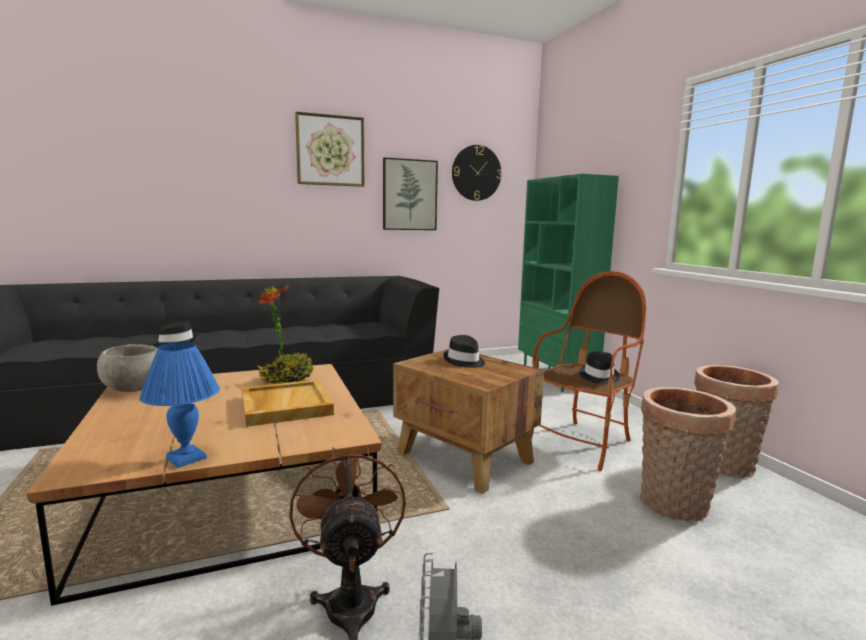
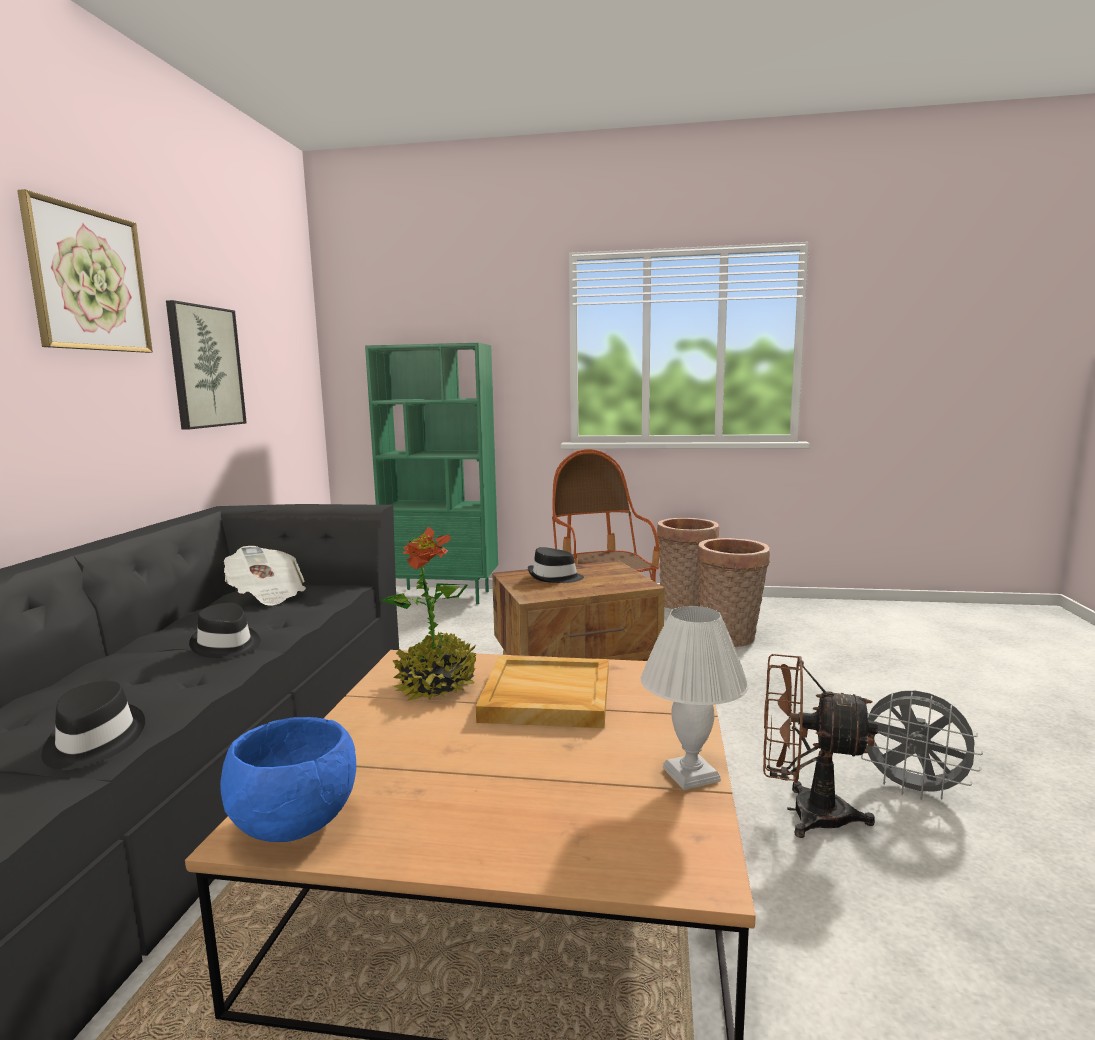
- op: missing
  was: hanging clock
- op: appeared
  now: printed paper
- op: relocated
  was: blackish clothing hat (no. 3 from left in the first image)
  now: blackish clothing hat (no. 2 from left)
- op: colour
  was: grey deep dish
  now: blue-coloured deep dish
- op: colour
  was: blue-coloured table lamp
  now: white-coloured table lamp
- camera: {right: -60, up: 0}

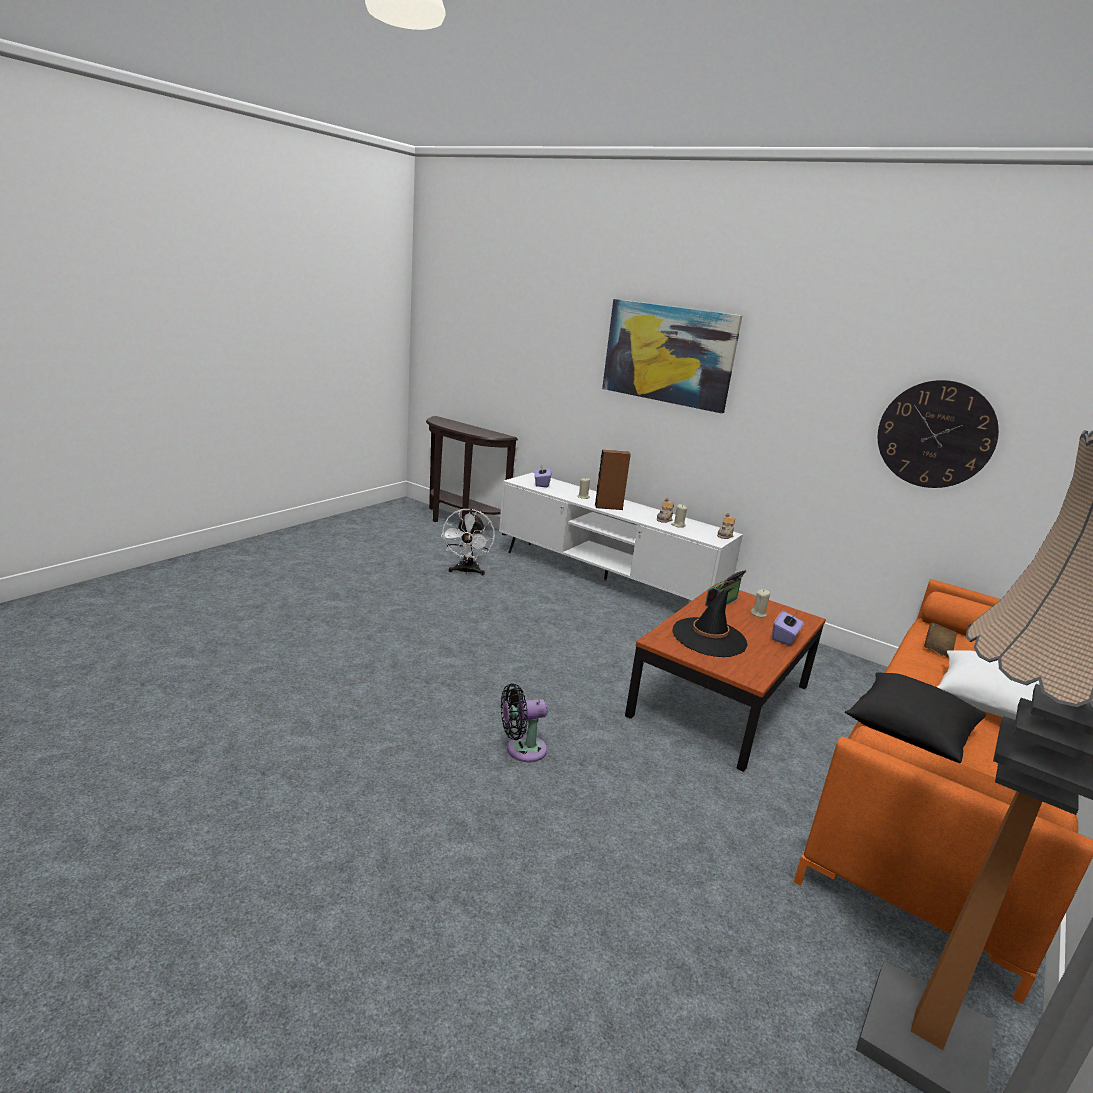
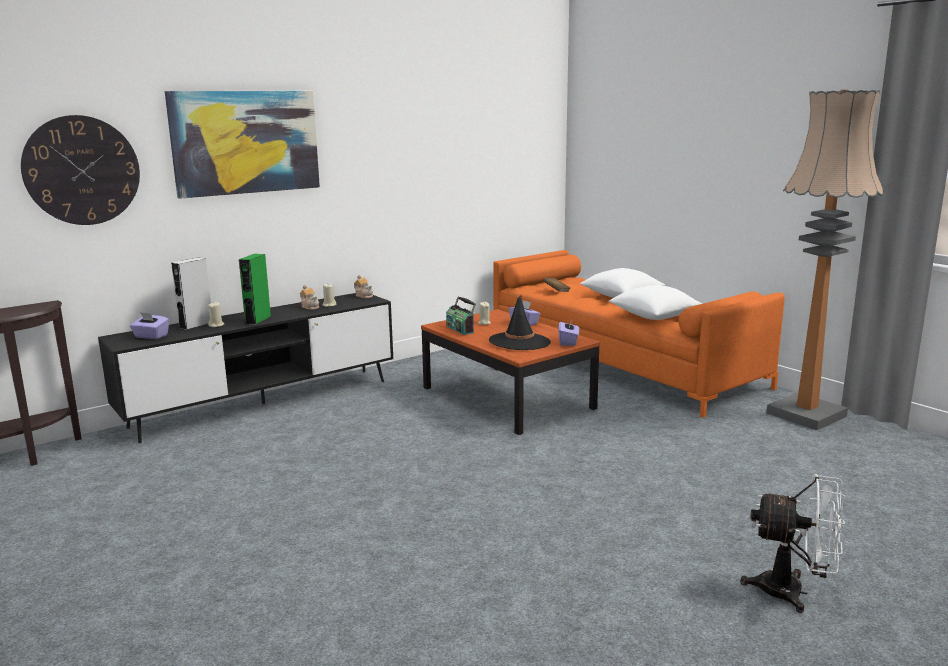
- op: missing
  was: blackish fan
- op: appeared
  now: grey audio speaker
- op: appeared
  now: purple-coloured box of tissues (no. 3 from left)
- op: relocated
  was: white-coloured fan
- op: relocated
  was: hanging clock
- op: colour
  was: white-coloured media console
  now: blackish media console
- op: colour
  was: brownish audio speaker
  now: green audio speaker
- op: colour
  was: blackish pillow
  now: white-coloured pillow (no. 2 from left)
- camera: {right: -70, up: -5}

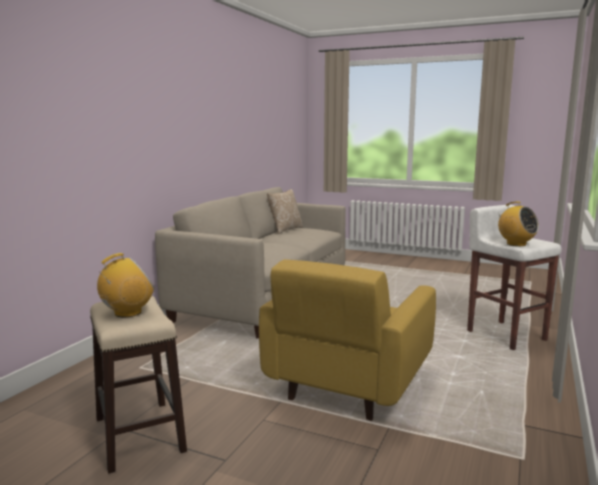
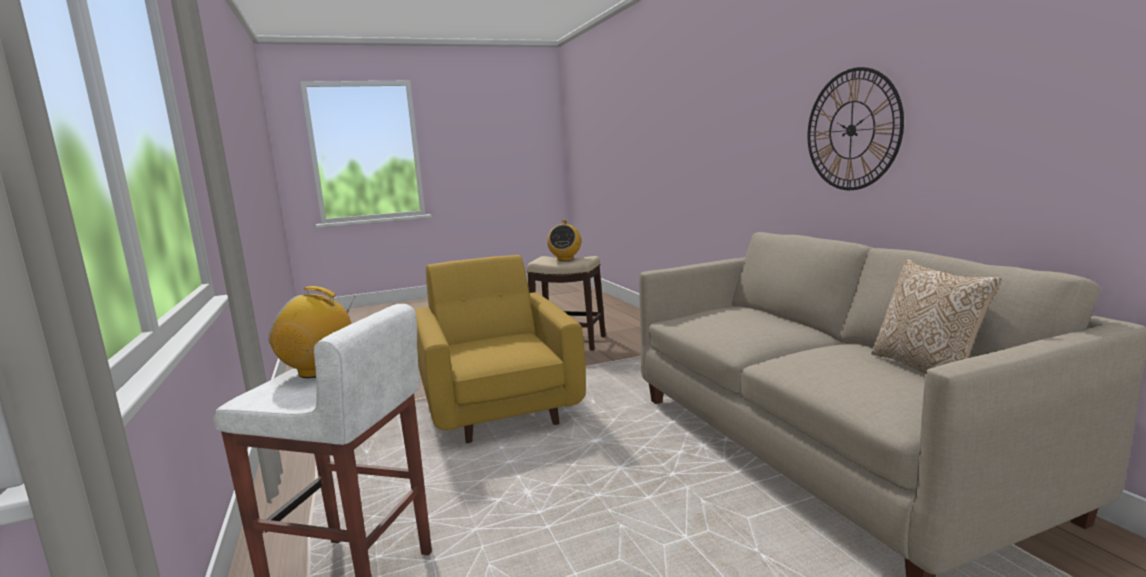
- op: appeared
  now: hanging clock
- camera: {right: 135, up: 0}

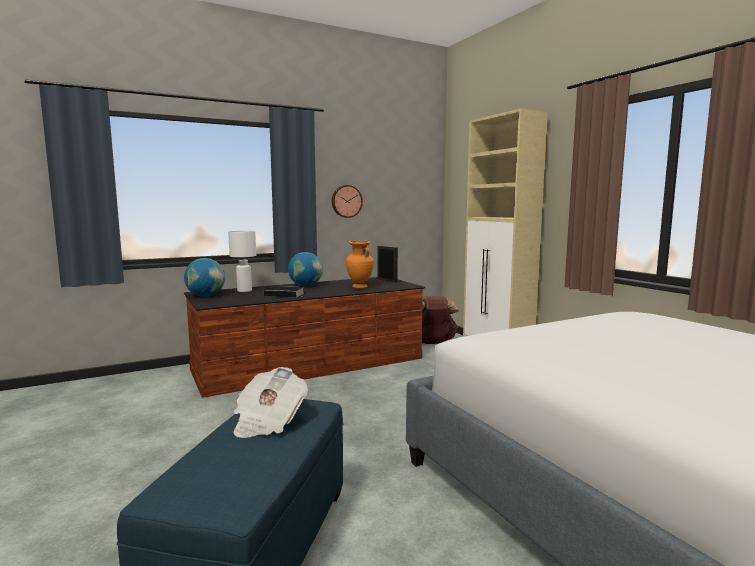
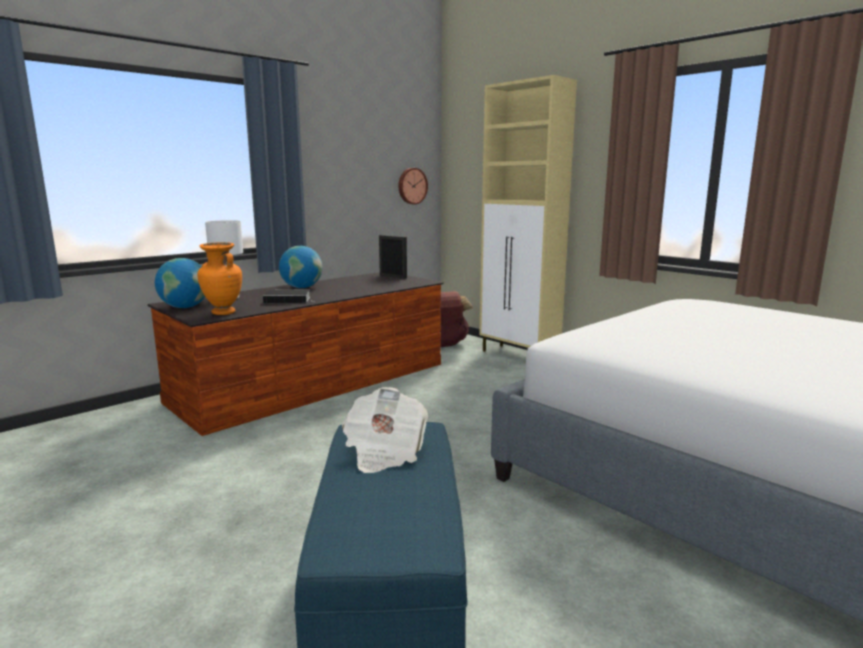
- op: relocated
  was: hanging clock
- op: relocated
  was: orange-coloured vase
- camera: {right: -15, up: 5}

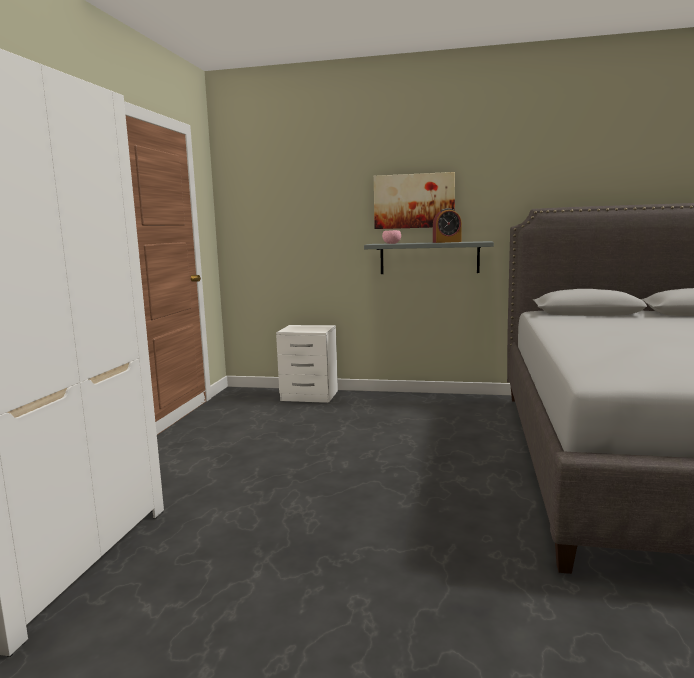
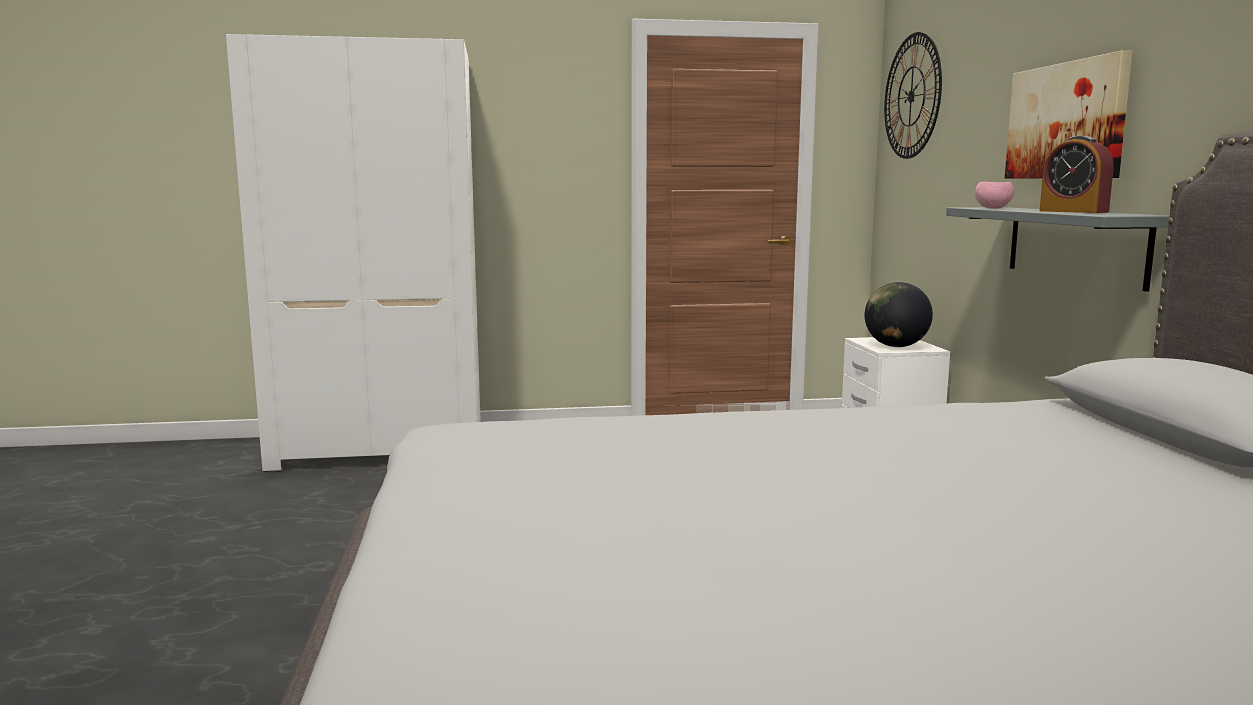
- op: appeared
  now: globe
- op: appeared
  now: hanging clock
- camera: {right: 70, up: 0}

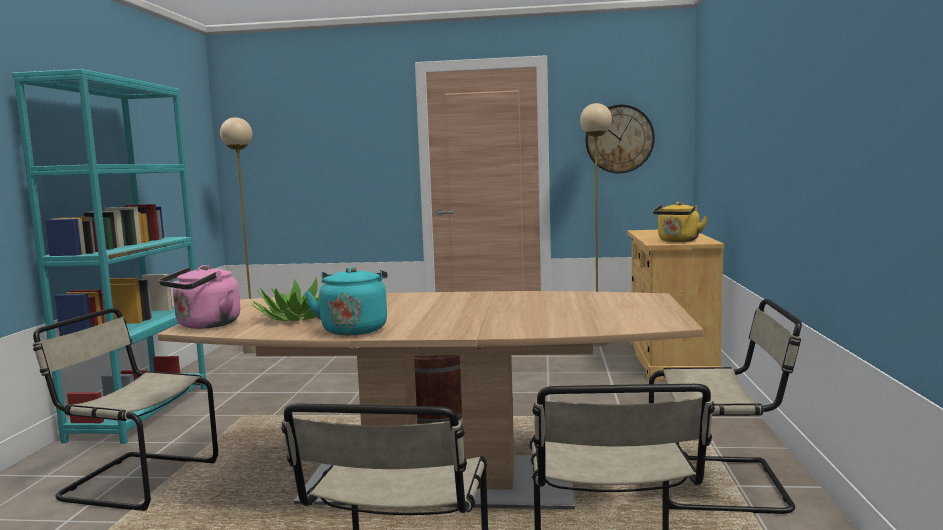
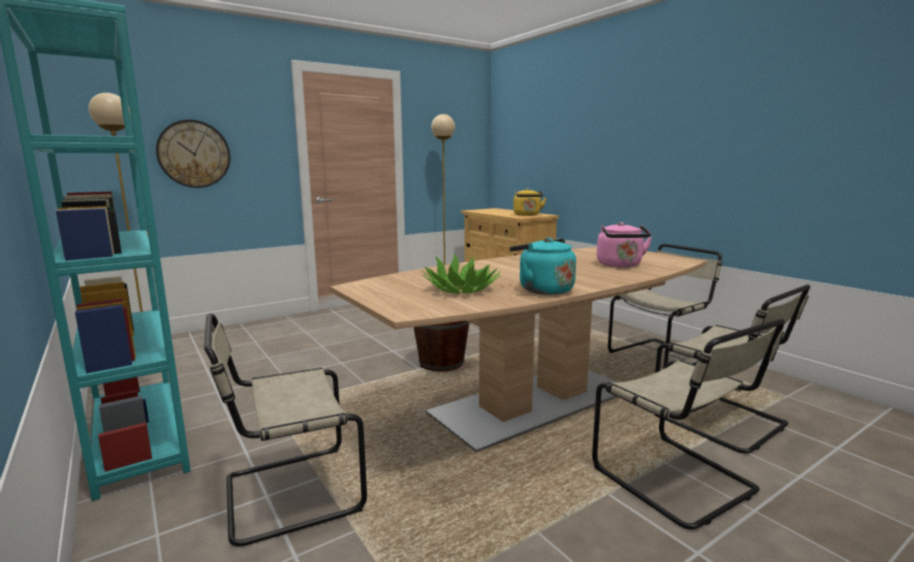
- op: relocated
  was: pinkish tea kettle
- op: relocated
  was: hanging clock
- camera: {right: -40, up: 5}

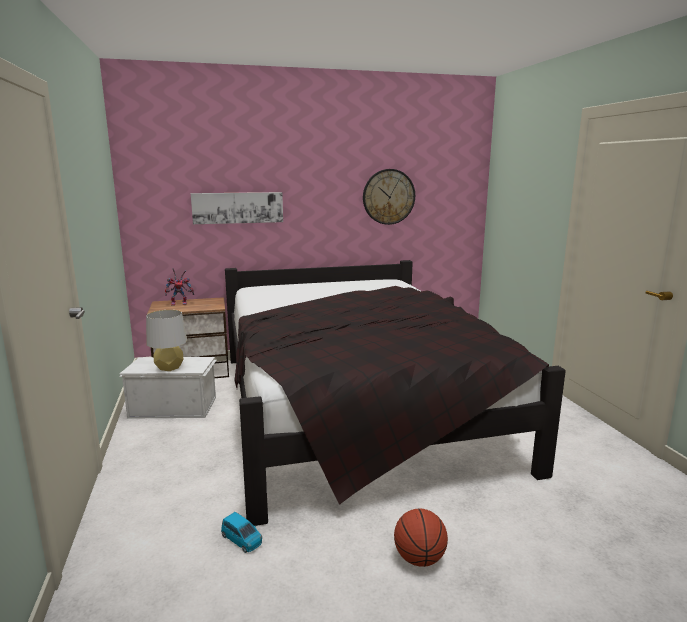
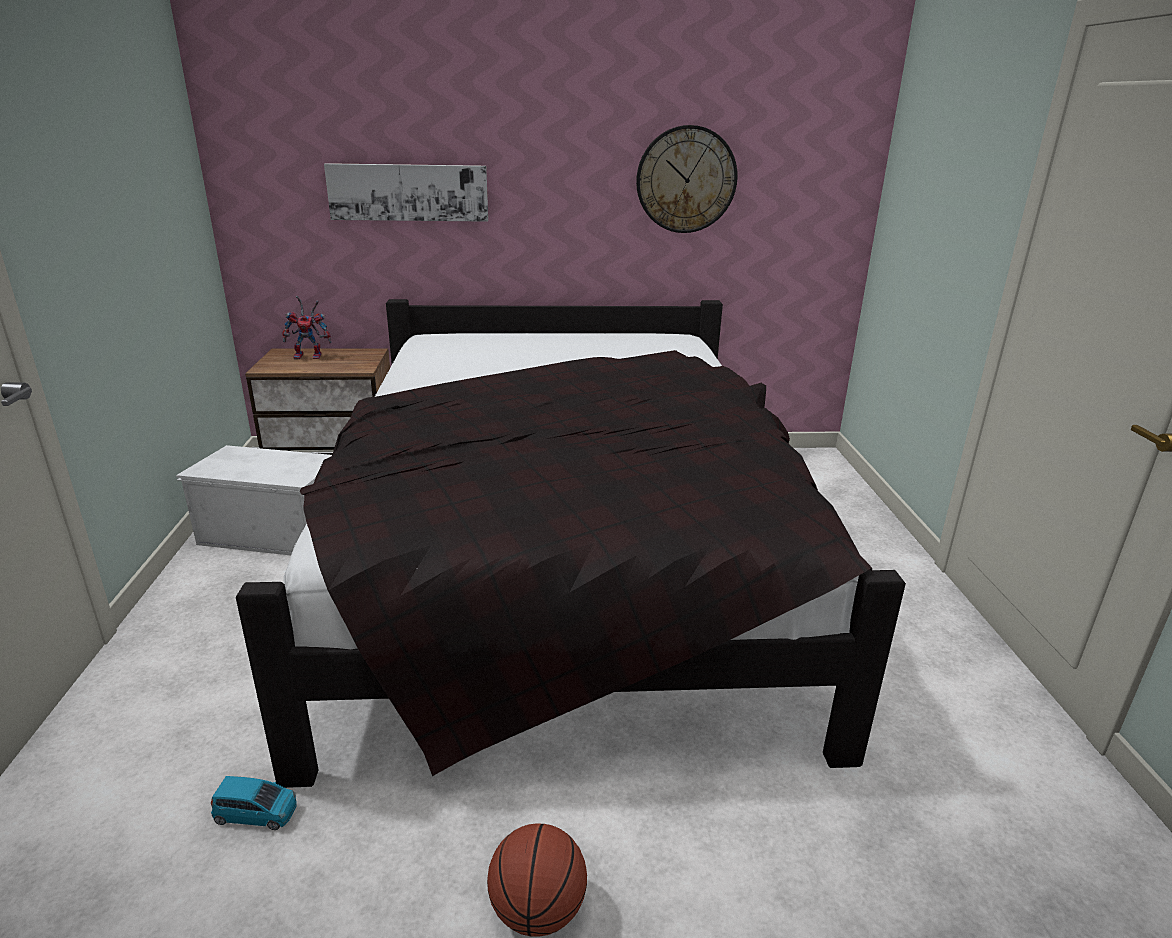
- op: missing
  was: grey table lamp
- op: spun
  was: blue-coloured miniature car
  clockwise: -45
- camera: {right: 10, up: 10}

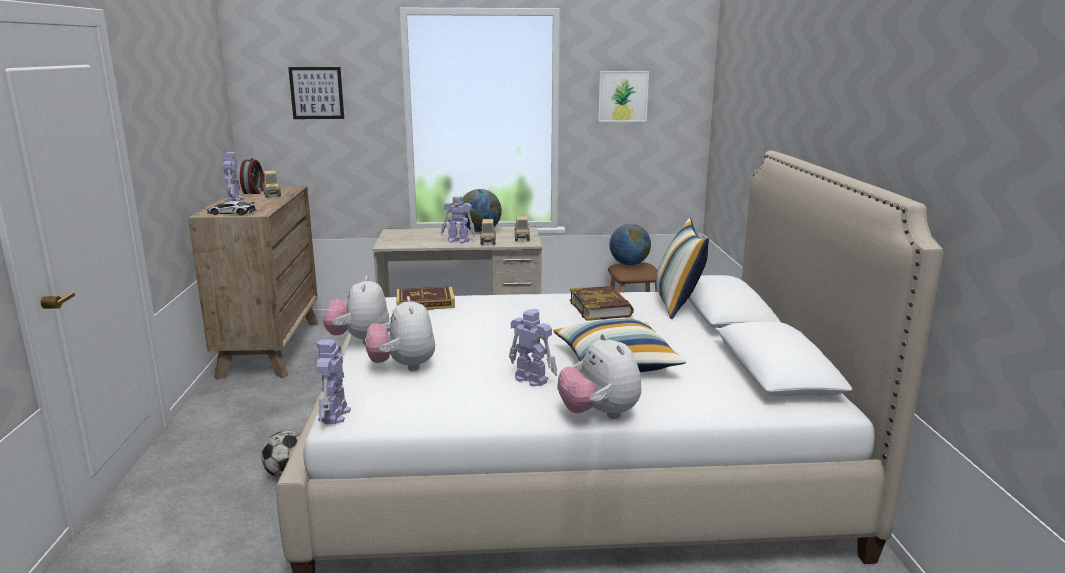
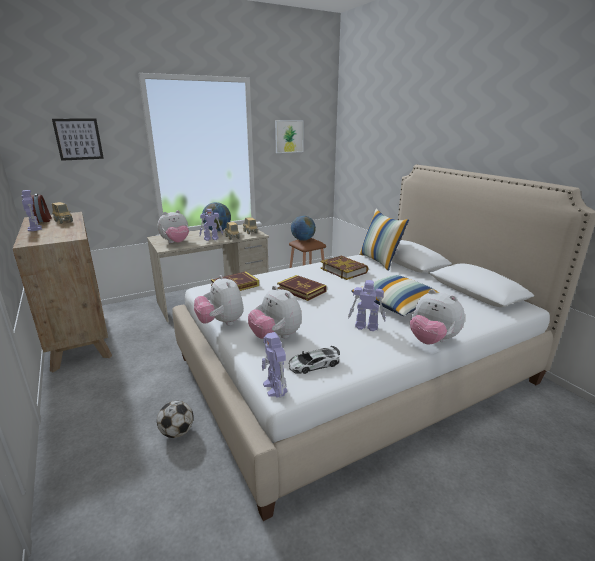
- op: appeared
  now: soft toy (no. 1 from left)
- op: appeared
  now: book (no. 2 from left)
- op: relocated
  was: miniature car
- camera: {right: -25, up: 5}

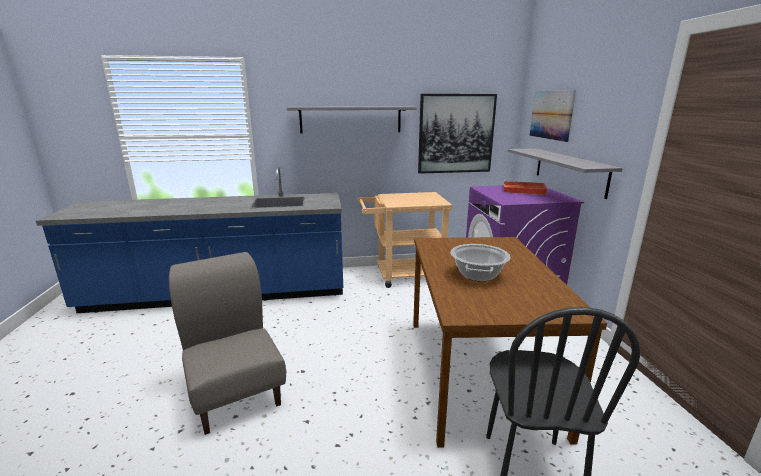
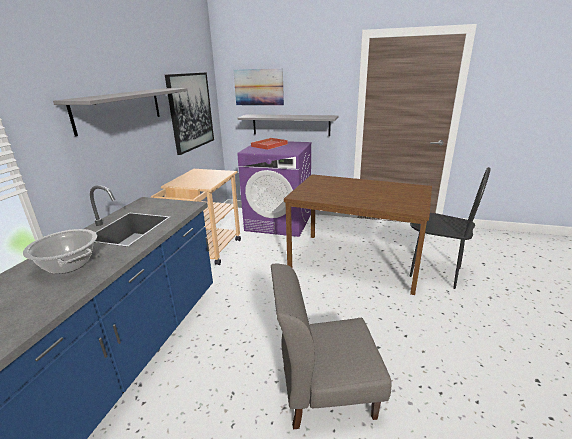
- op: relocated
  was: cooking pot
- camera: {right: -65, up: 5}

